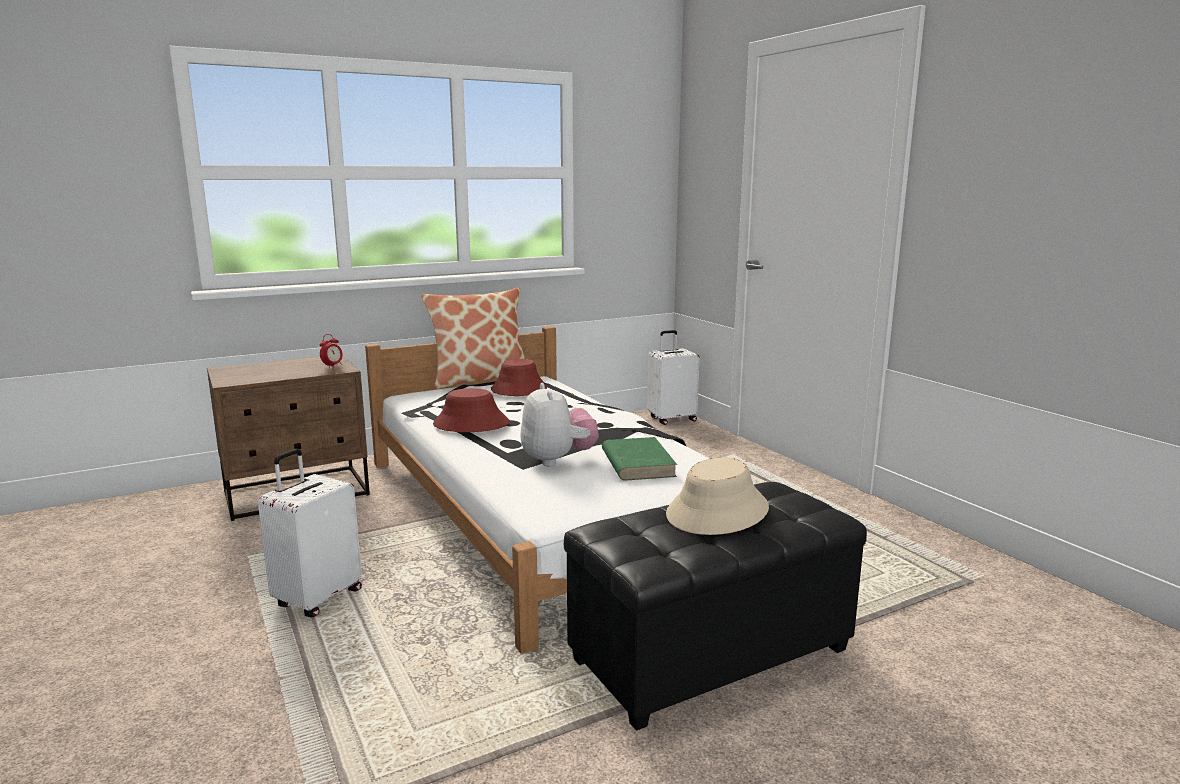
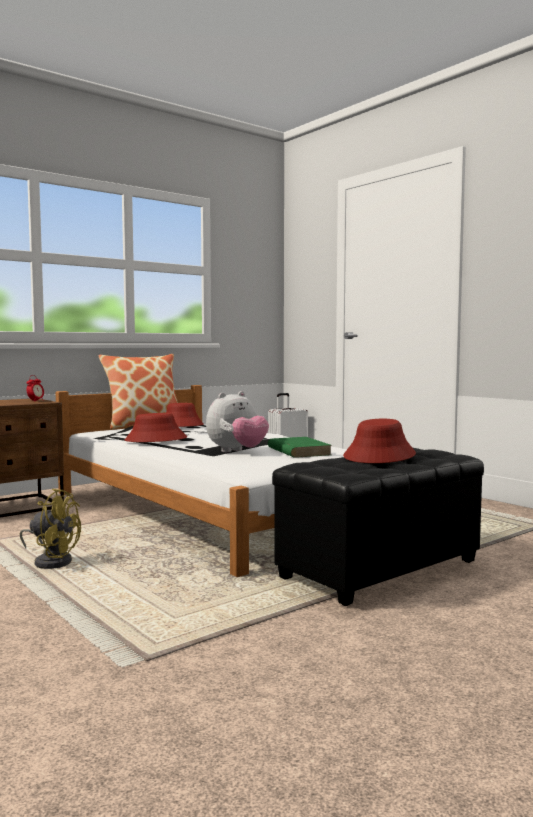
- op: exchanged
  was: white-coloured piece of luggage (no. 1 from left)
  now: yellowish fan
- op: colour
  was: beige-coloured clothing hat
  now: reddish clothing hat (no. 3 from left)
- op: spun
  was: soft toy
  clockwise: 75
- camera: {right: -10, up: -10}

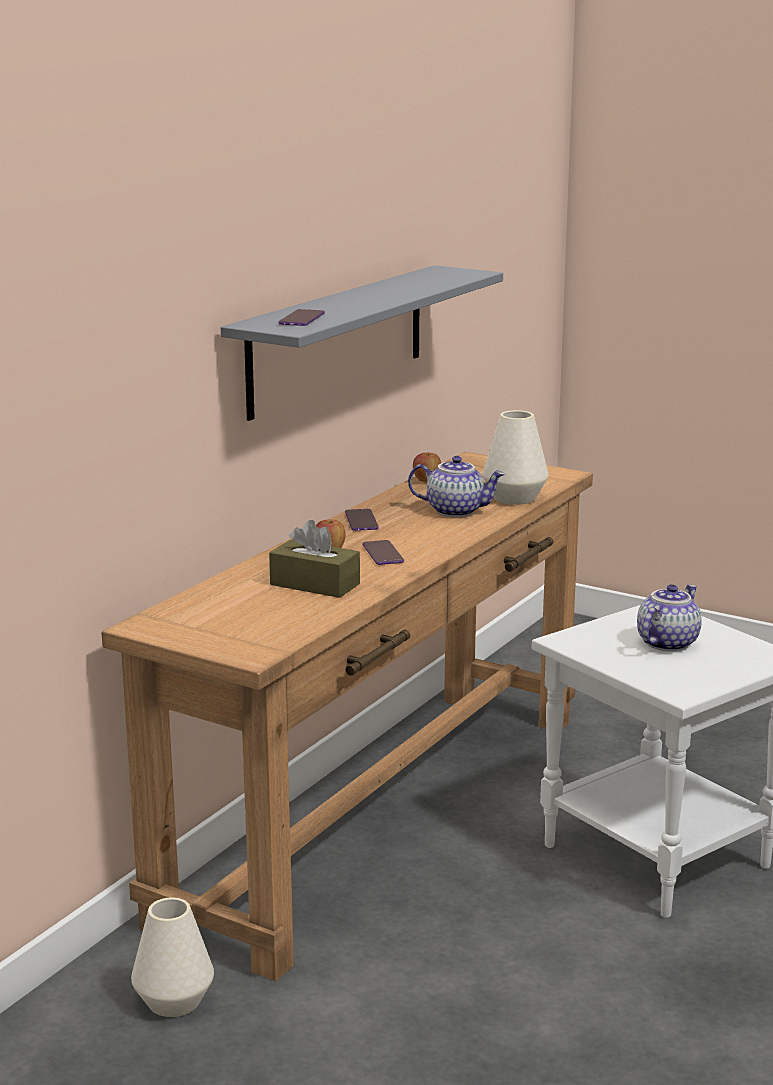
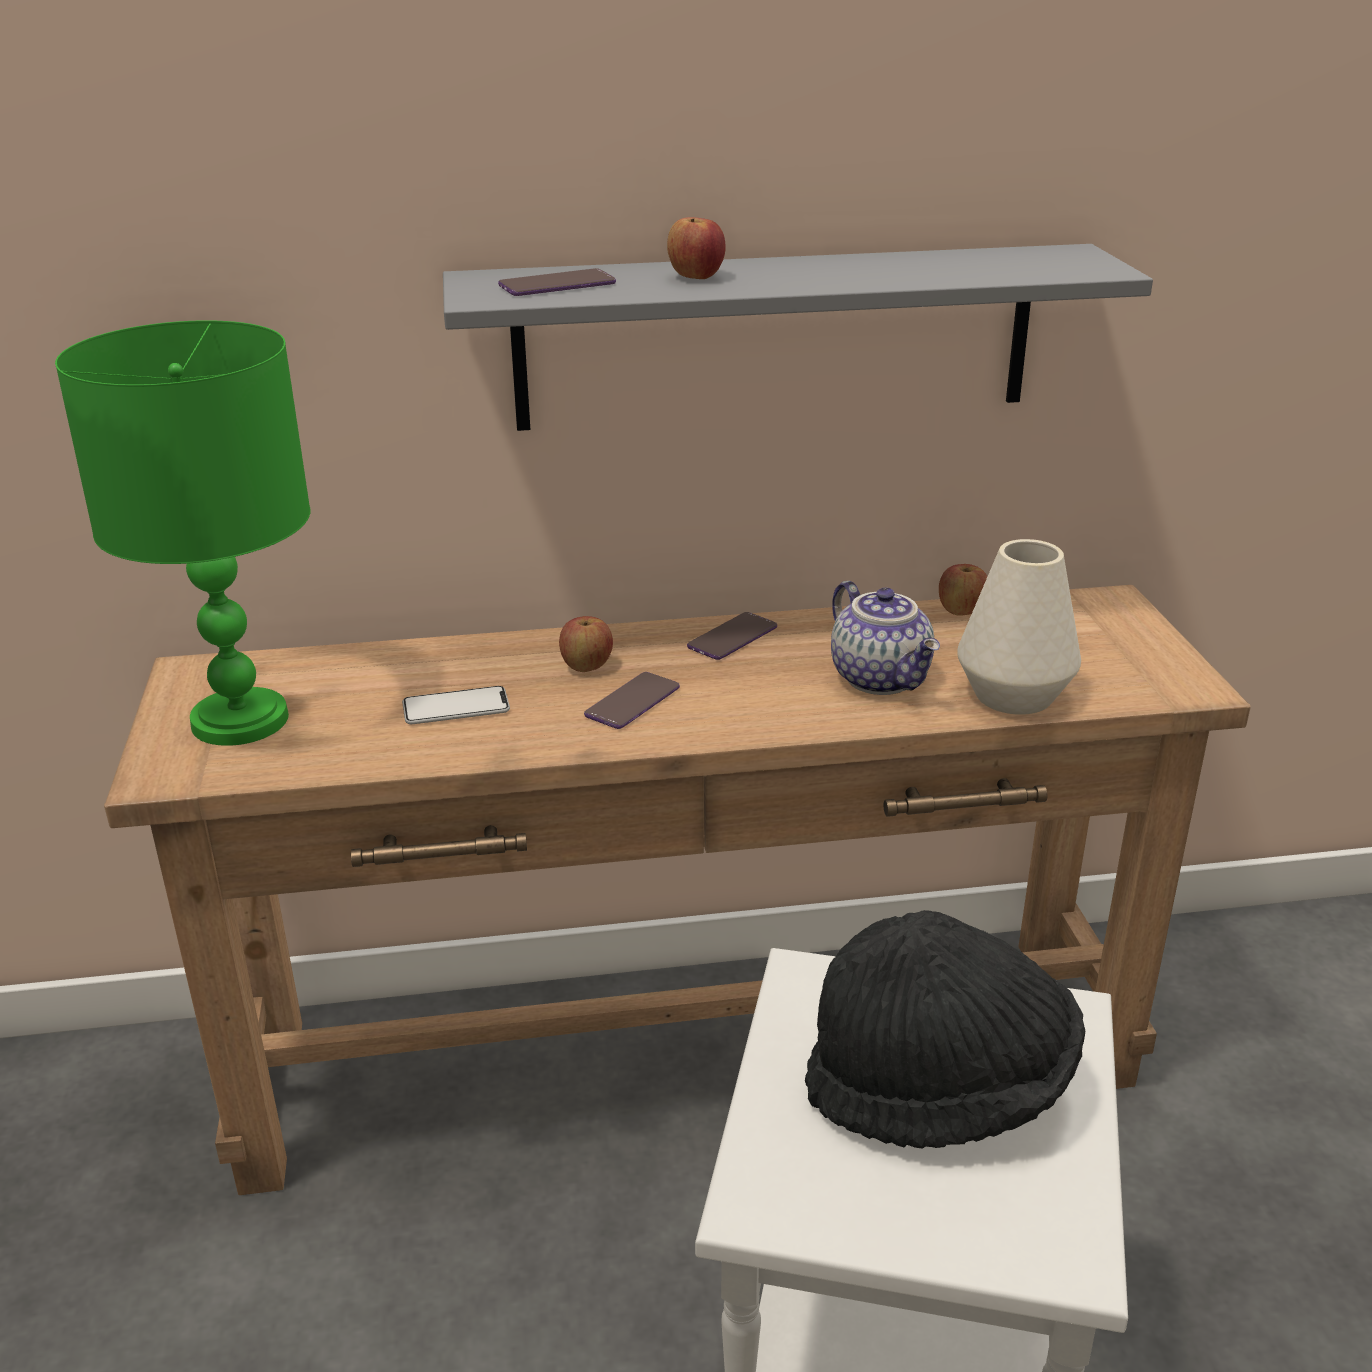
- op: missing
  was: white-coloured vase (no. 1 from left)
- op: appeared
  now: green table lamp
- op: appeared
  now: apple fruit (no. 2 from left)
- op: exchanged
  was: brownish box of tissues
  now: handset (no. 1 from left)
- op: exchanged
  was: pot for tea (no. 2 from left)
  now: blackish clothing hat
- camera: {right: 50, up: 10}

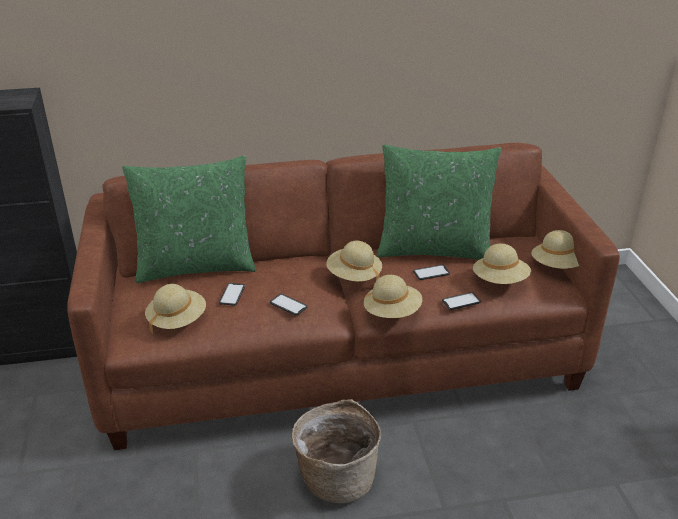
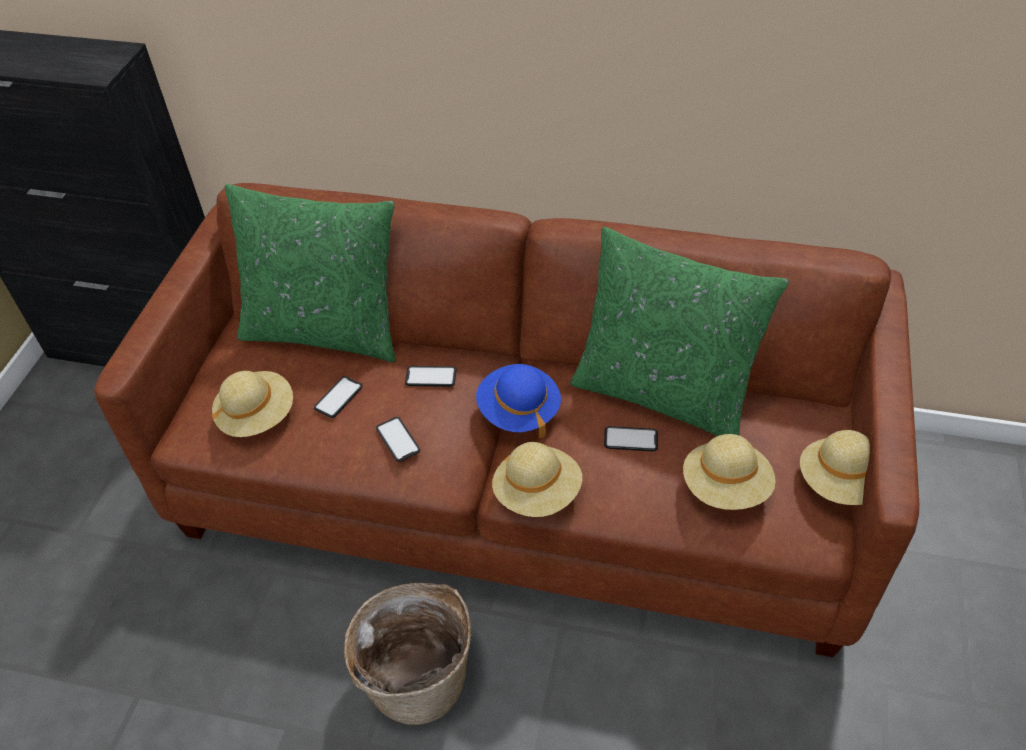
- op: relocated
  was: handset (no. 4 from left in the first image)
  now: handset (no. 3 from left)
- op: colour
  was: beige-coloured clothing hat (no. 2 from left)
  now: blue-coloured clothing hat
- camera: {right: 25, up: 15}

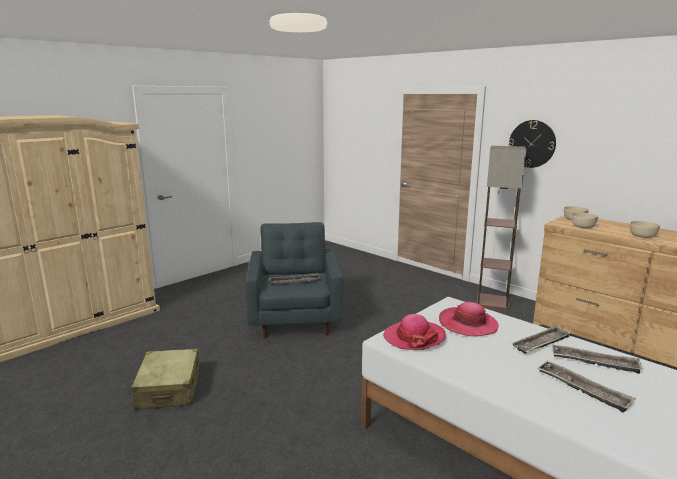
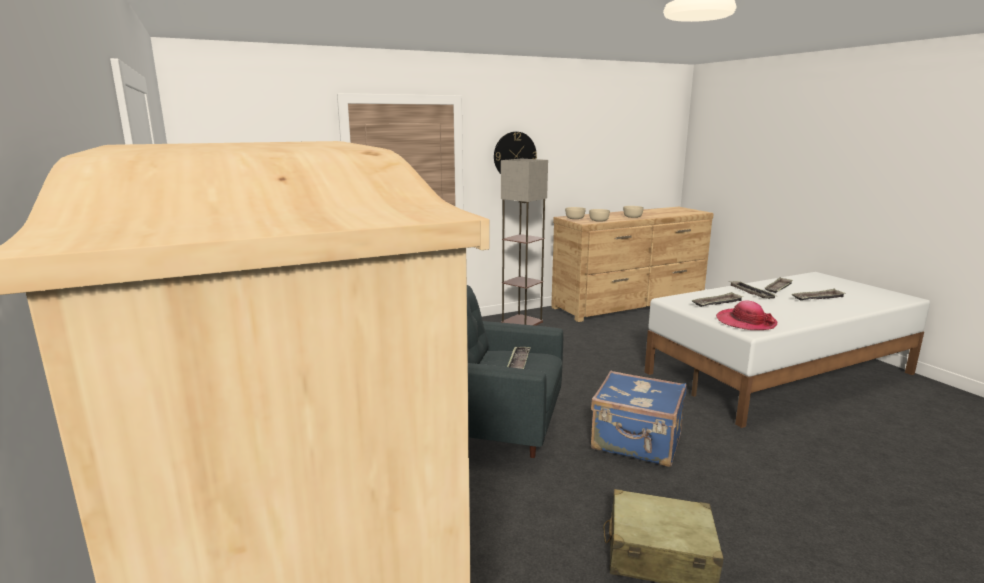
- op: appeared
  now: blue-coloured piece of luggage
- op: exchanged
  was: clothing hat (no. 2 from left)
  now: serving tray (no. 2 from left)
- camera: {right: -70, up: 0}

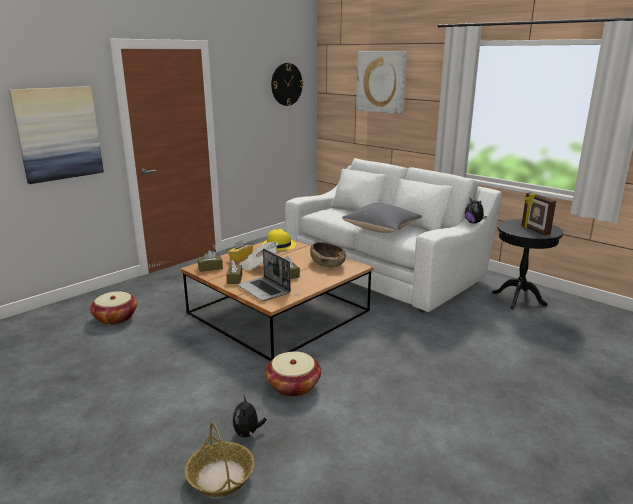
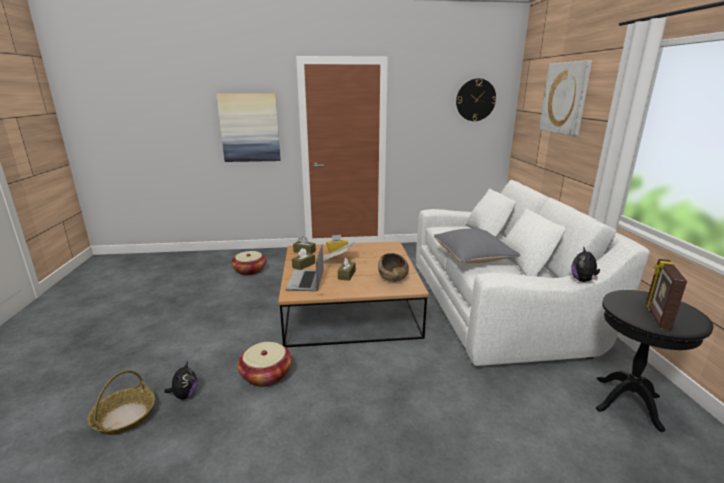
- op: missing
  was: yellowish clothing hat
- op: spun
  was: soft toy (no. 1 from left)
  clockwise: 150
- camera: {right: 40, up: 0}

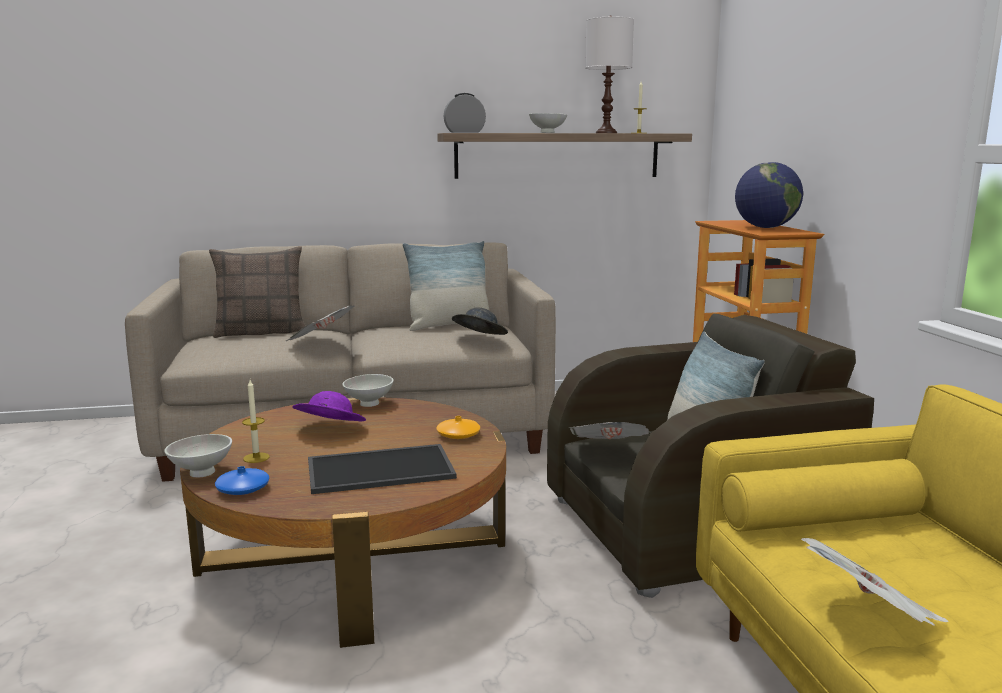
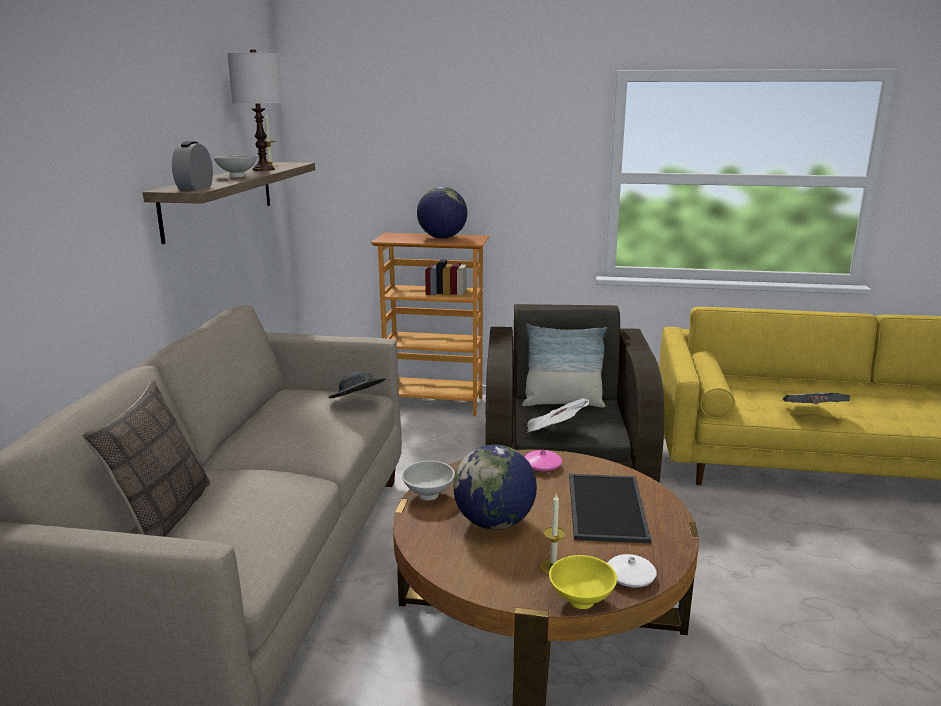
- op: missing
  was: printed paper (no. 1 from left)
- op: missing
  was: pillow (no. 2 from left)
- op: exchanged
  was: purple-coloured clothing hat
  now: globe (no. 2 from left)
- op: colour
  was: white-coloured deep dish (no. 1 from left)
  now: yellowish deep dish
- op: colour
  was: blue-coloured vase
  now: white-coloured vase
- op: colour
  was: orange-coloured vase
  now: pinkish vase
- camera: {right: -70, up: 5}

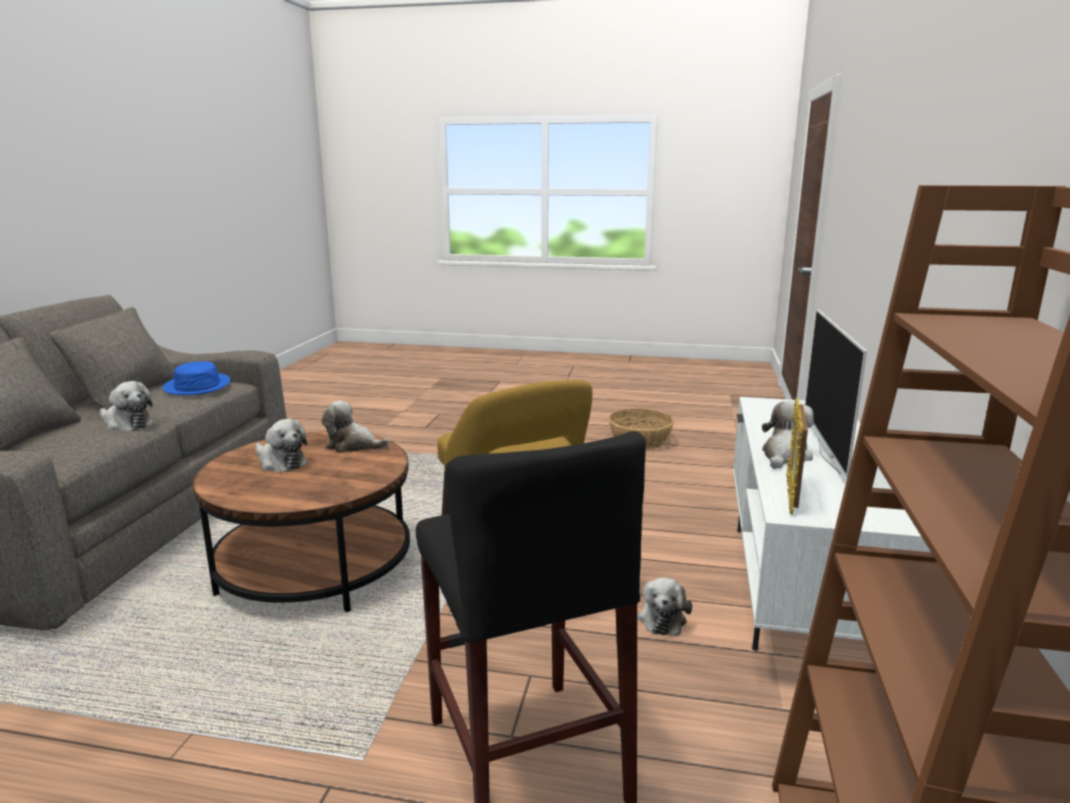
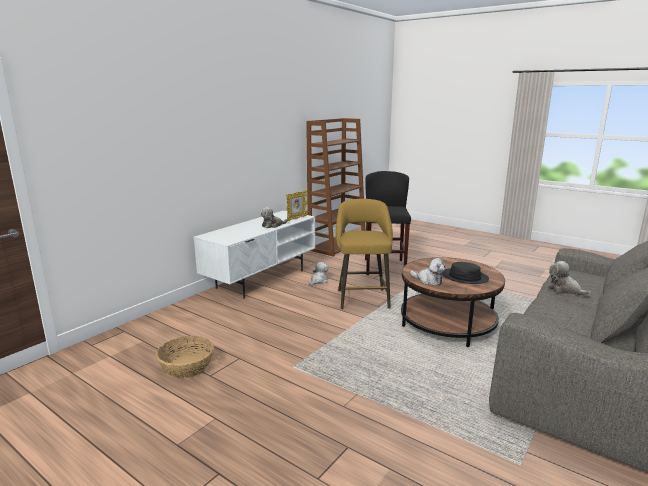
- op: missing
  was: blue-coloured clothing hat
- op: missing
  was: TV
- op: exchanged
  was: soft toy (no. 2 from left)
  now: blackish clothing hat
- camera: {right: -155, up: 0}

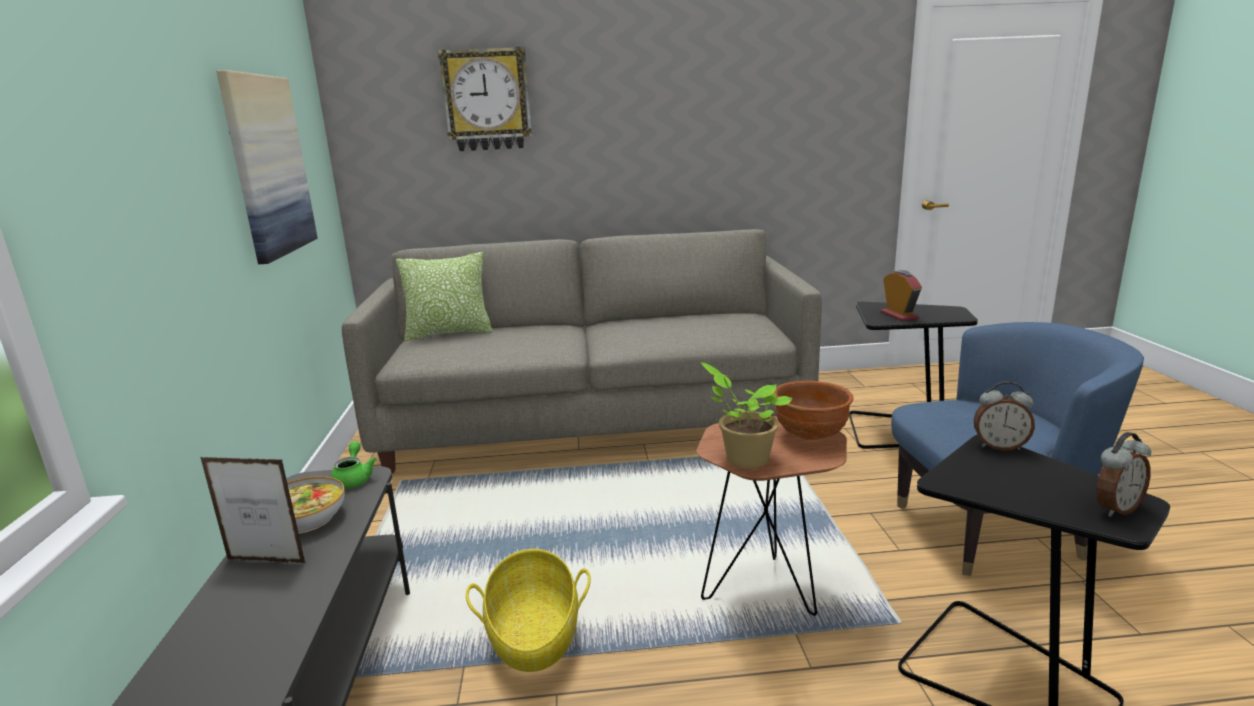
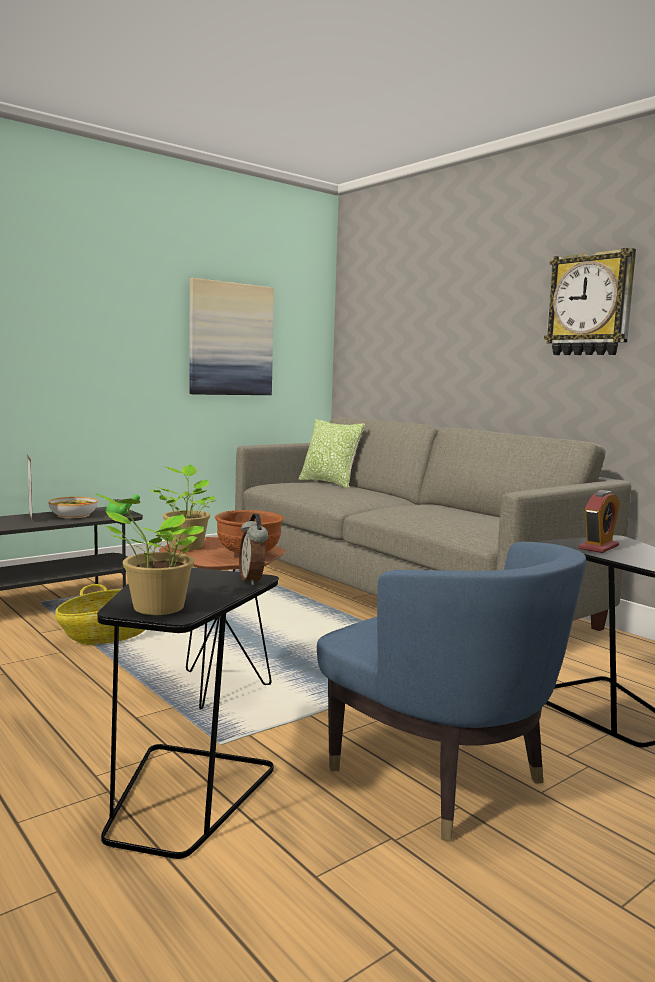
- op: relocated
  was: hanging clock
- op: exchanged
  was: alarm clock (no. 3 from left)
  now: plant in a pot (no. 1 from left)
- camera: {right: 55, up: -10}

